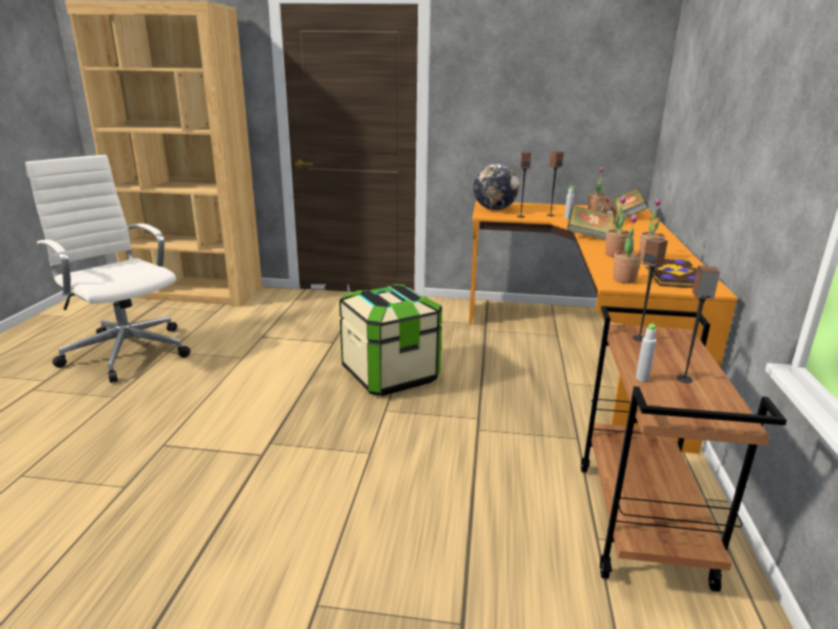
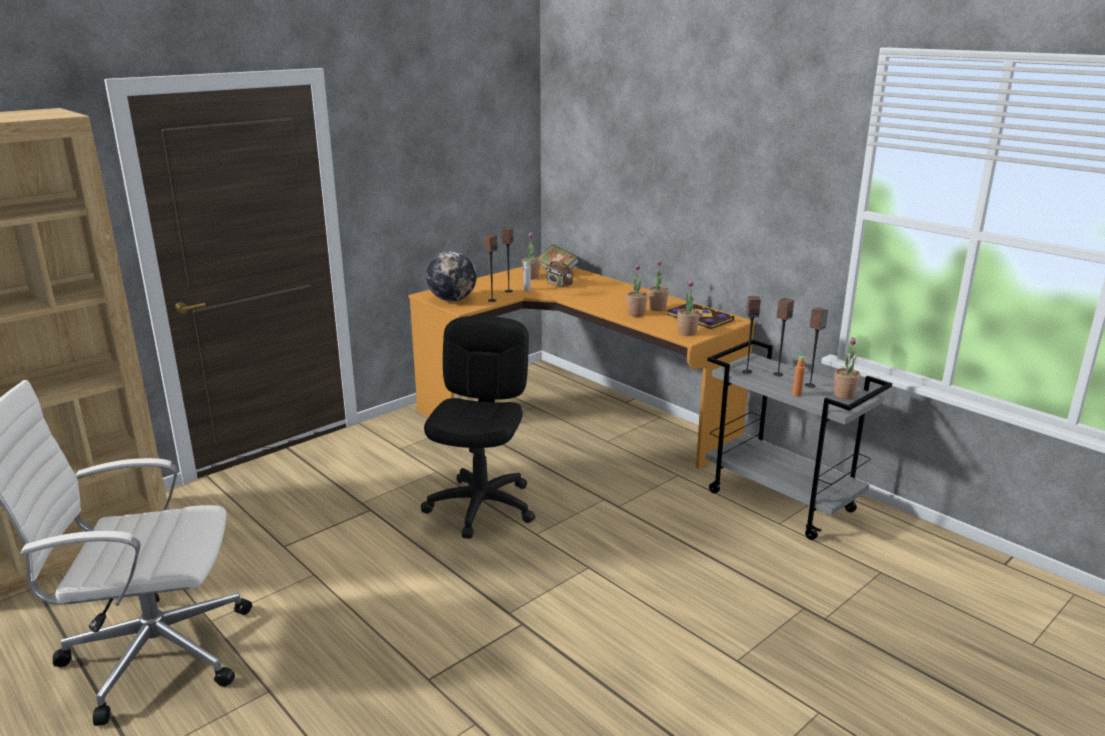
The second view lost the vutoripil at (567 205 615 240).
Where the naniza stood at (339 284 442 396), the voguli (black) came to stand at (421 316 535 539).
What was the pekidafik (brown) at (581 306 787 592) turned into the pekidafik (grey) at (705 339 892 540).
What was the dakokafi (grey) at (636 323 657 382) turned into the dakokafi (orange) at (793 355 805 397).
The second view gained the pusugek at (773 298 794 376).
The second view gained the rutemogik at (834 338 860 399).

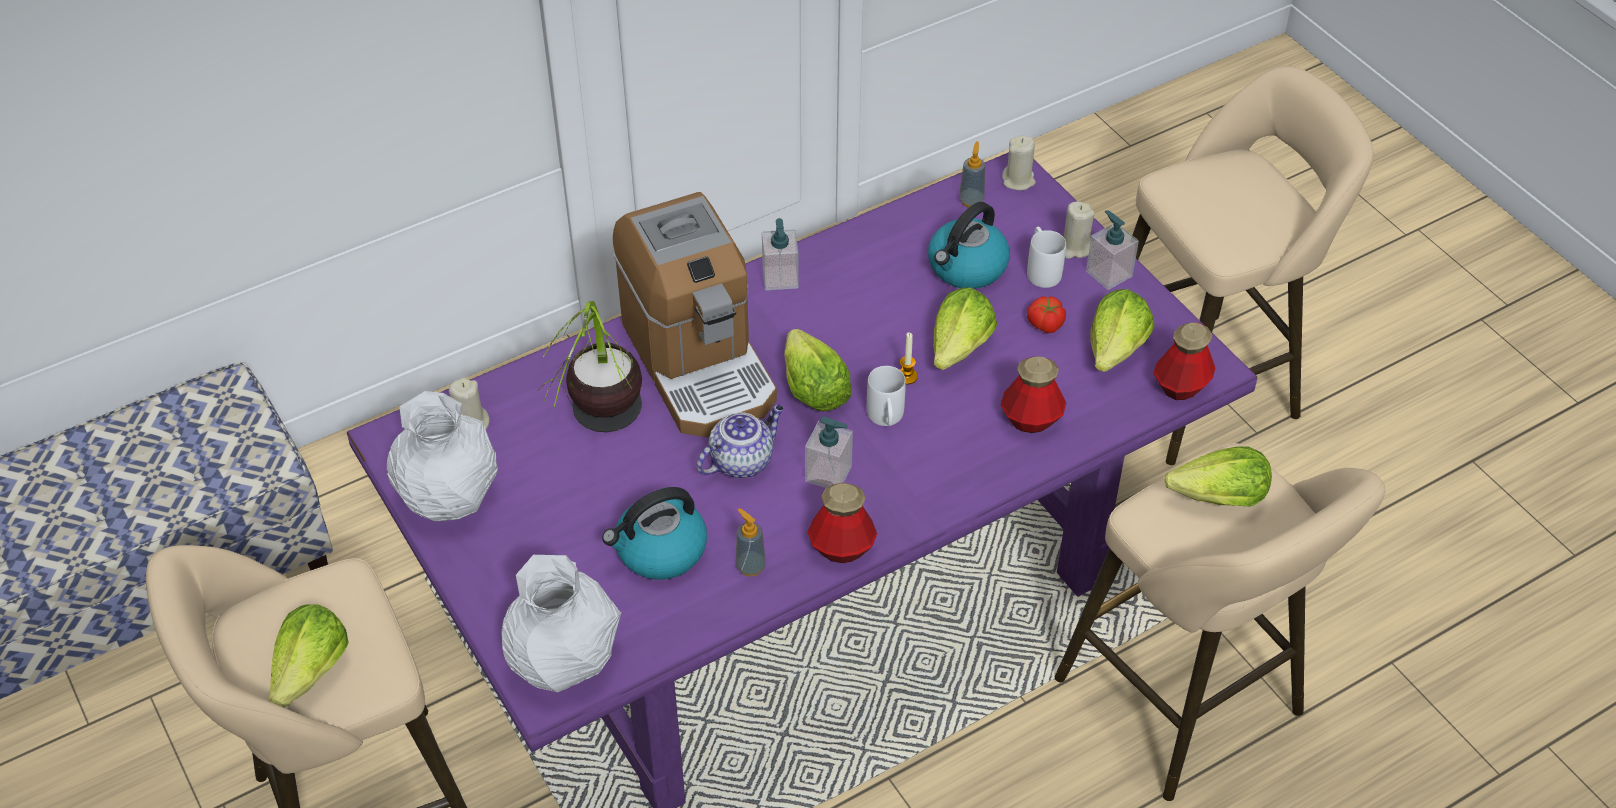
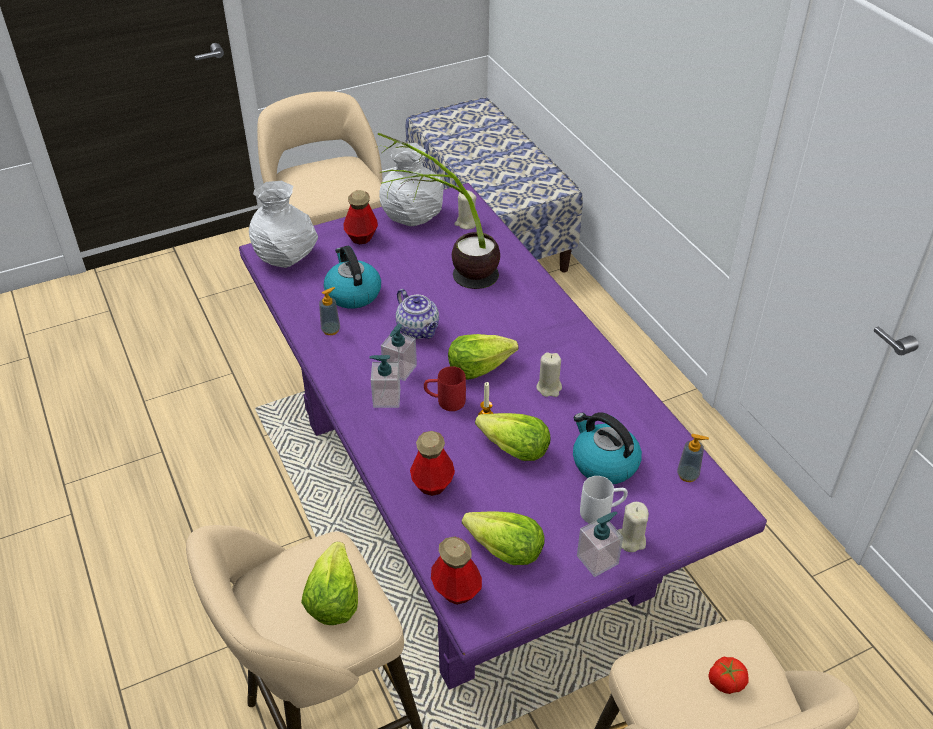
The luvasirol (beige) ended up elsewhere, having gone from (1002 135 1036 191) to (536 352 562 397).
The second view lost the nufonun at (613 192 777 437).
The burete ended up elsewhere, having gone from (762 218 799 291) to (370 355 400 408).
The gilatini ended up elsewhere, having gone from (1027 296 1066 333) to (708 657 749 694).
What was the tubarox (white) at (867 366 906 426) turned into the tubarox (red) at (424 366 466 411).
The dakokafi ended up elsewhere, having gone from (807 483 877 563) to (344 190 378 244).
The second view lost the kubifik at (268 604 349 707).

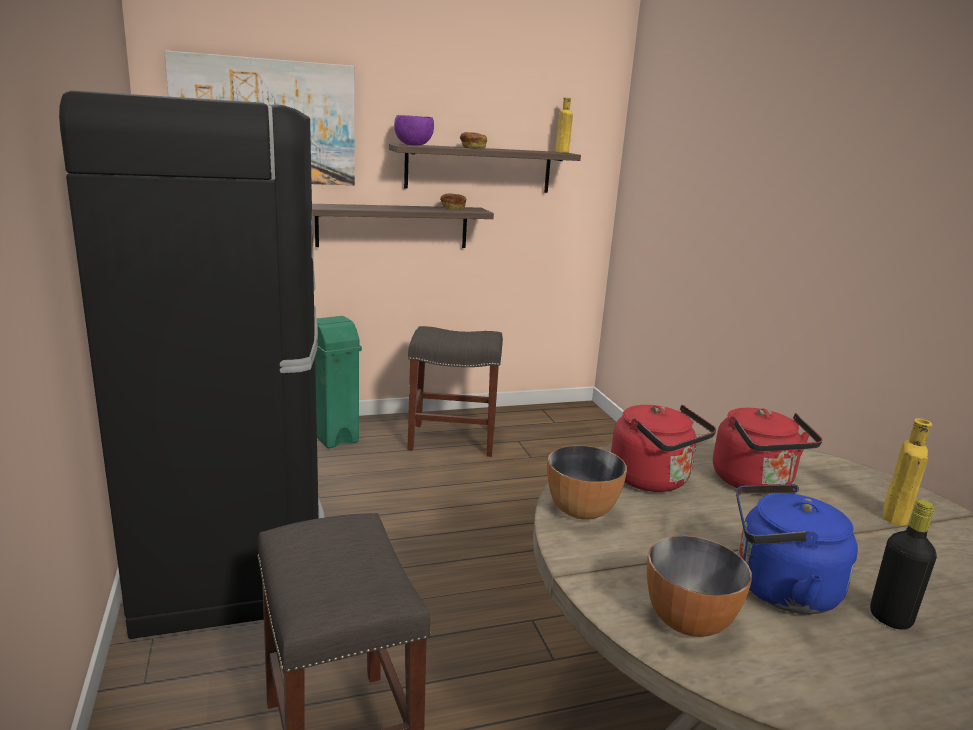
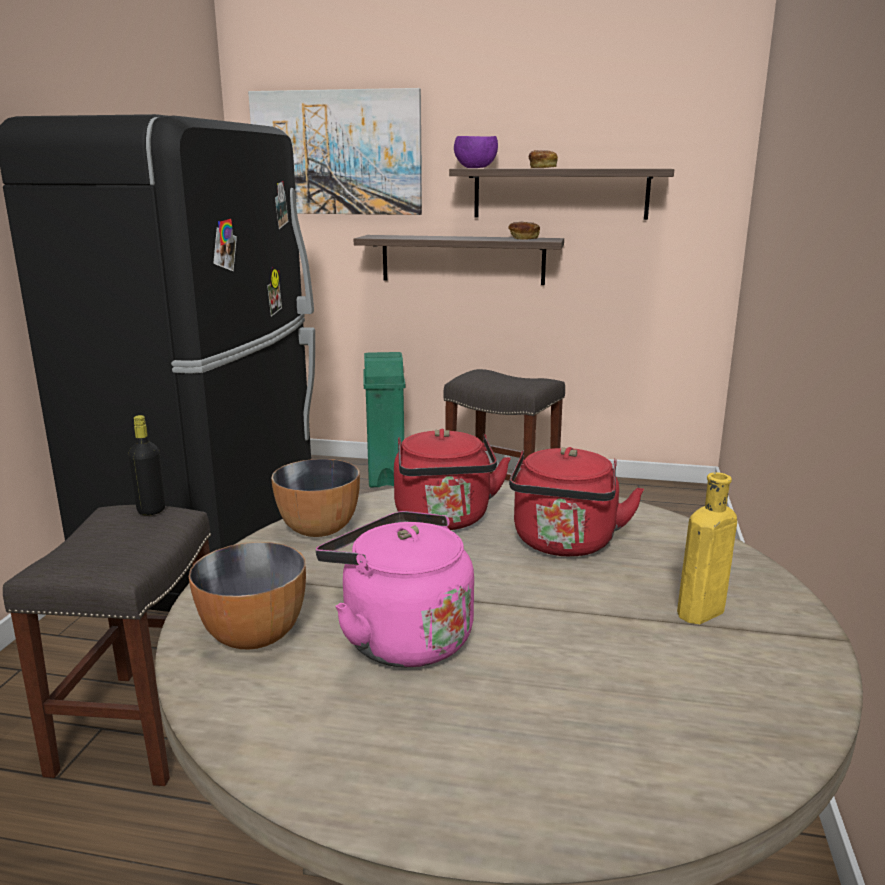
The second view lost the dakokafi (yellow) at (555 97 573 153).
What was the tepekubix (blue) at (736 484 858 614) turned into the tepekubix (pink) at (316 511 474 667).
The dakokafi (black) ended up elsewhere, having gone from (870 500 937 630) to (128 415 165 515).

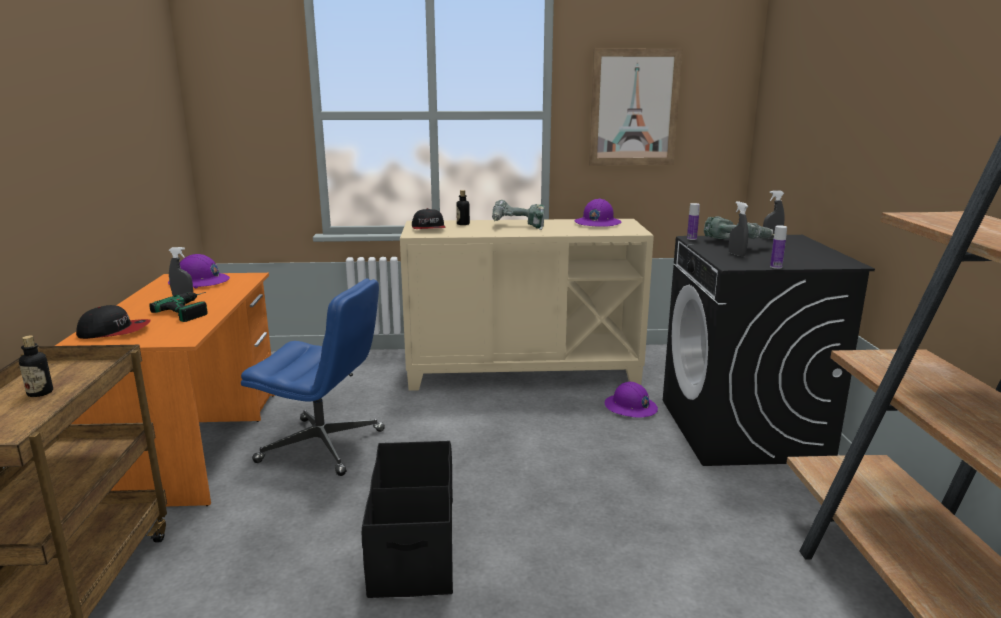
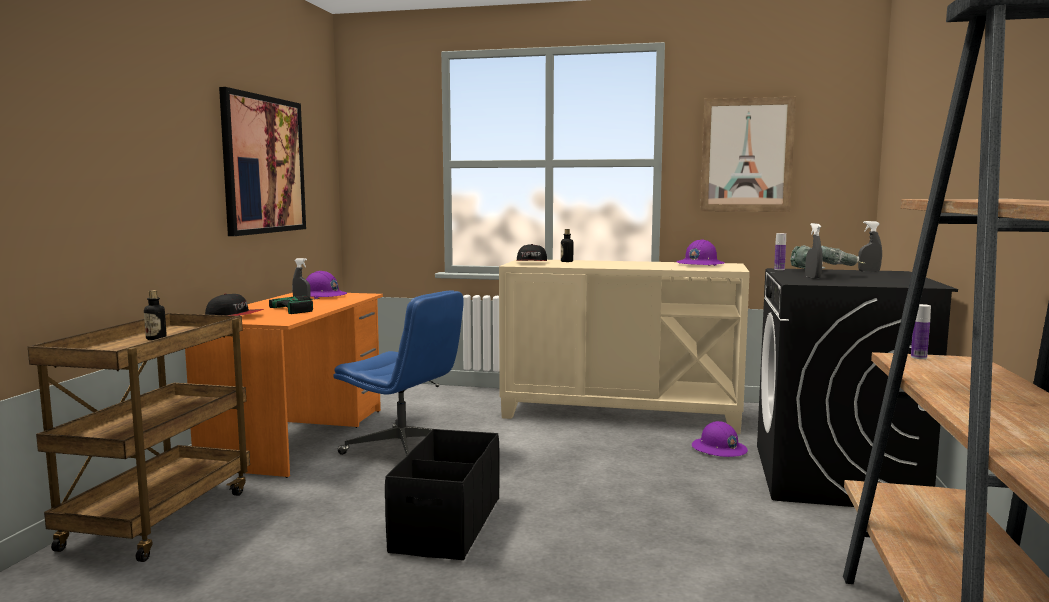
The second view lost the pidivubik at (492 200 544 230).
The dakokafi ended up elsewhere, having gone from (770 225 787 269) to (911 304 931 359).
The second view gained the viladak at (219 87 306 236).

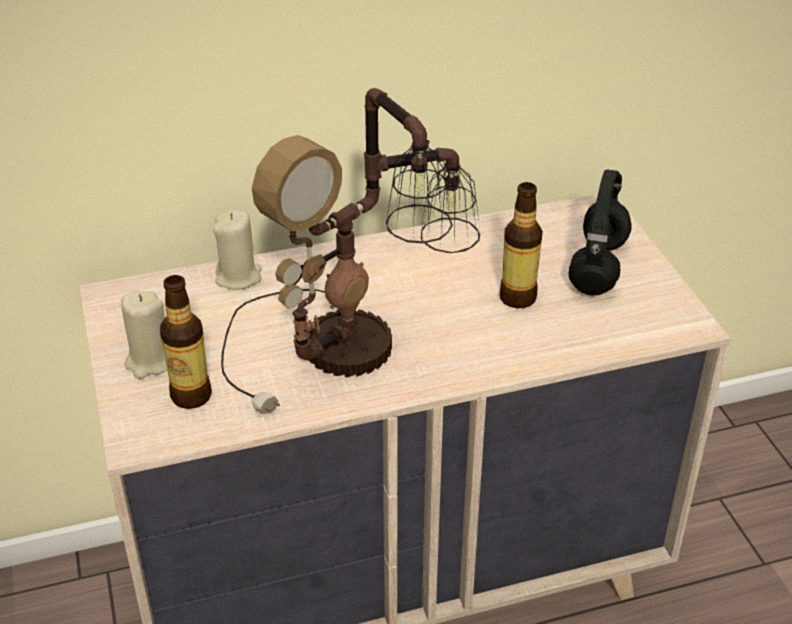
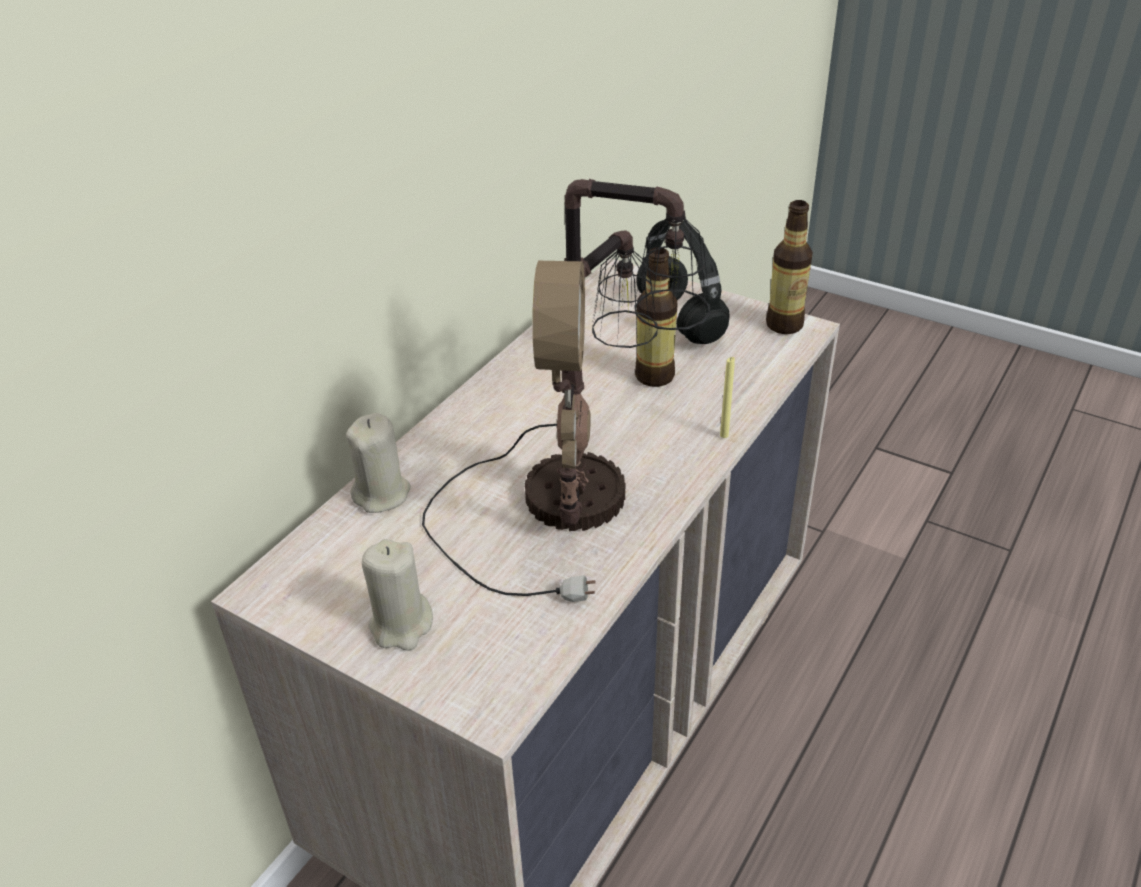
The dakokafi ended up elsewhere, having gone from (160 275 212 409) to (766 200 813 334).
The second view gained the luvasirol (yellow) at (720 357 735 438).

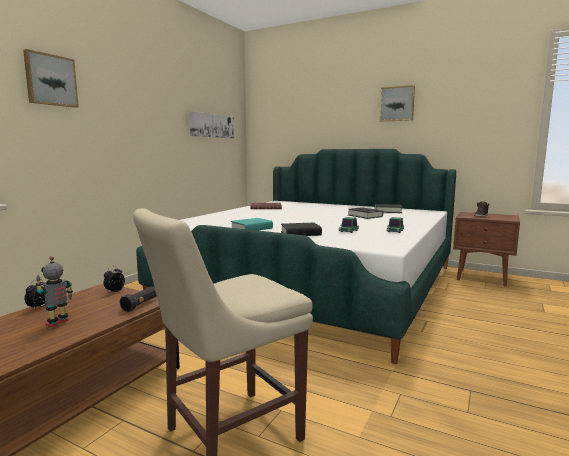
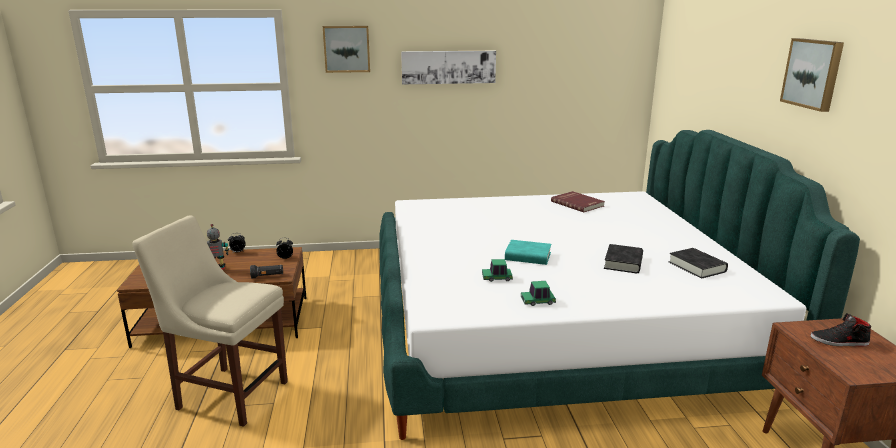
The viladak ended up elsewhere, having gone from (189 111 234 138) to (401 51 496 84).
The vutoripil (turquoise) ended up elsewhere, having gone from (231 218 273 230) to (505 240 551 265).
The second view lost the vutoripil (black) at (281 223 322 236).

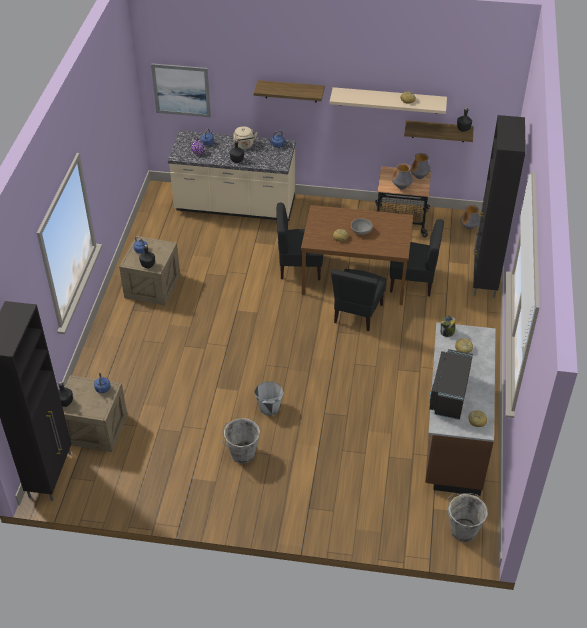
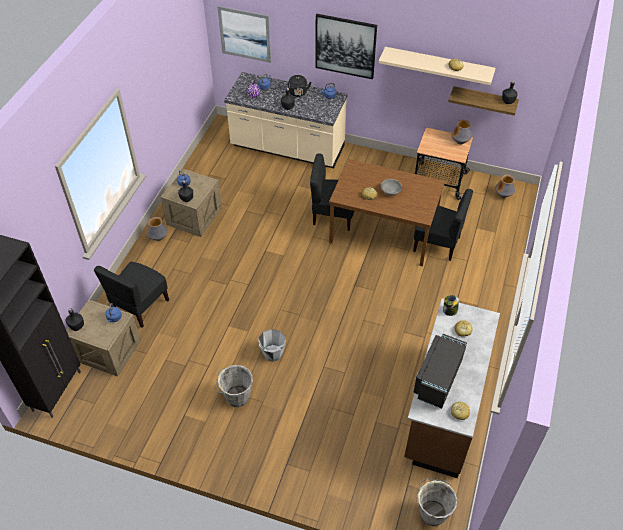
Where the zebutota hung at (254 80 325 103), the viladak came to hang at (315 14 377 79).
The second view lost the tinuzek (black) at (473 115 526 298).
What was the tepekubix (beige) at (233 126 258 149) turned into the tepekubix (black) at (288 75 311 97).
The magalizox ended up elsewhere, having gone from (392 163 413 190) to (147 217 168 241).
The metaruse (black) ended up elsewhere, having gone from (331 269 386 331) to (94 261 169 328).

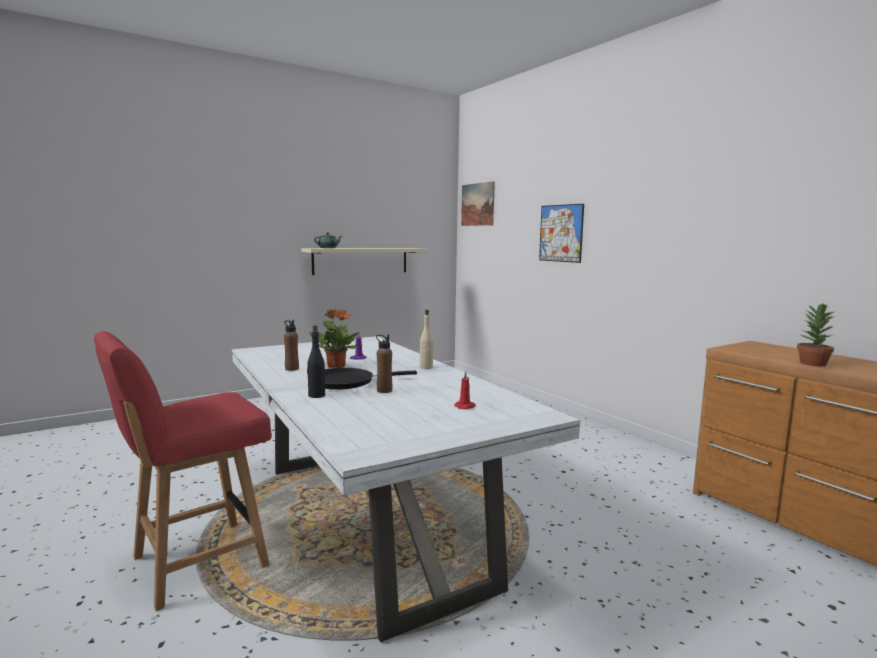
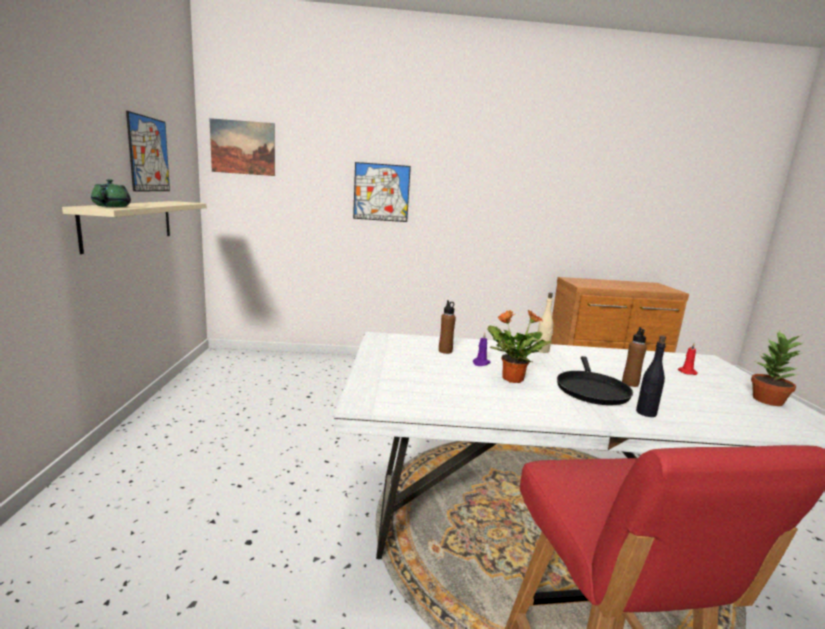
The rutemogik ended up elsewhere, having gone from (797 304 835 366) to (751 331 804 406).
The dakokafi (brown) ended up elsewhere, having gone from (284 320 299 371) to (439 300 456 354).
The second view gained the viladak at (126 111 170 191).

